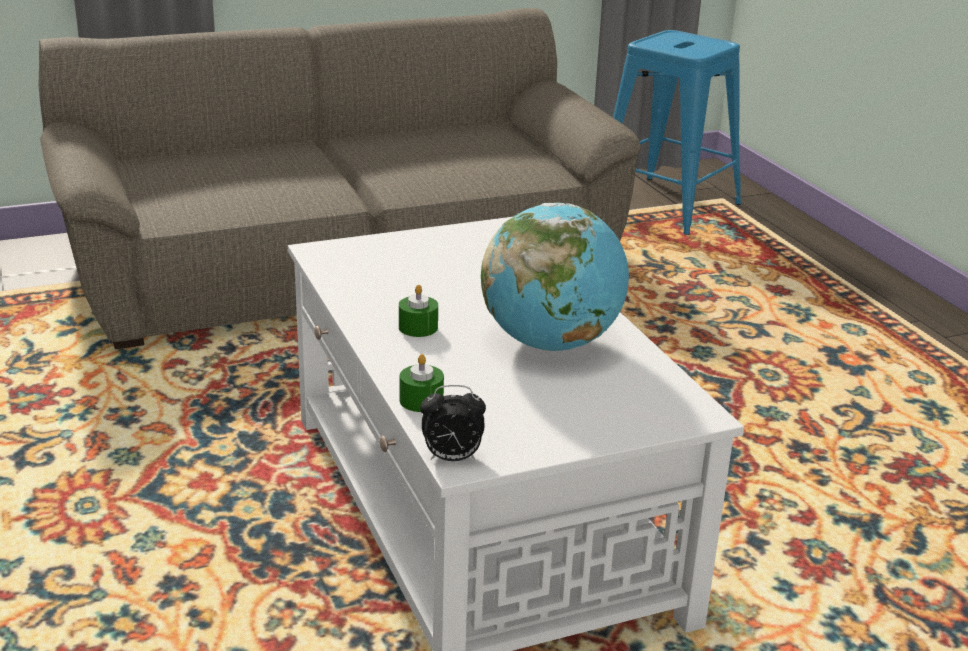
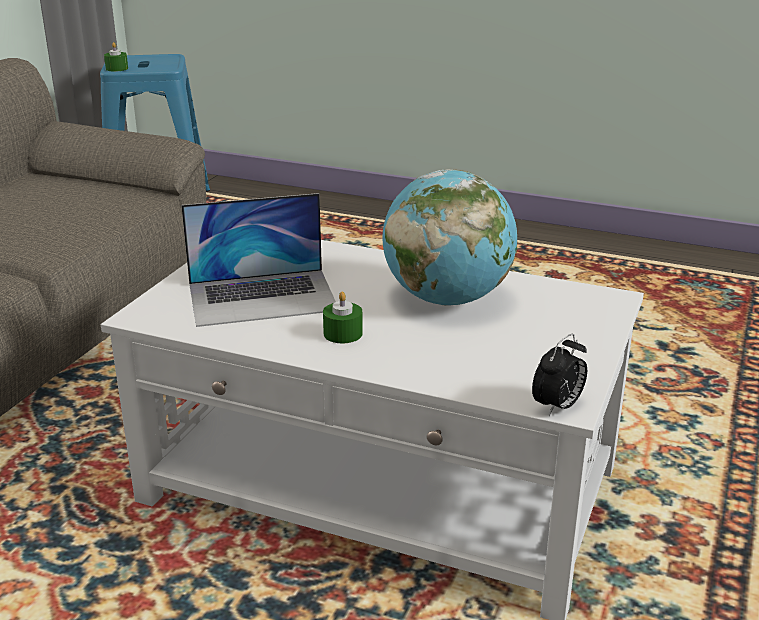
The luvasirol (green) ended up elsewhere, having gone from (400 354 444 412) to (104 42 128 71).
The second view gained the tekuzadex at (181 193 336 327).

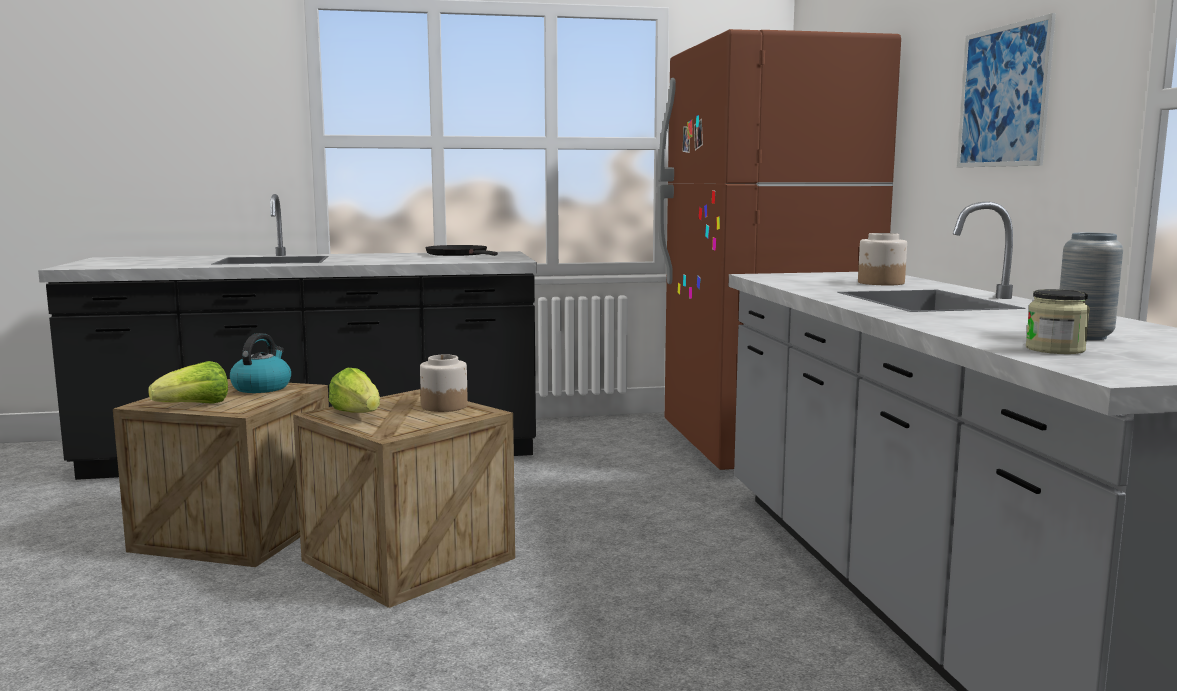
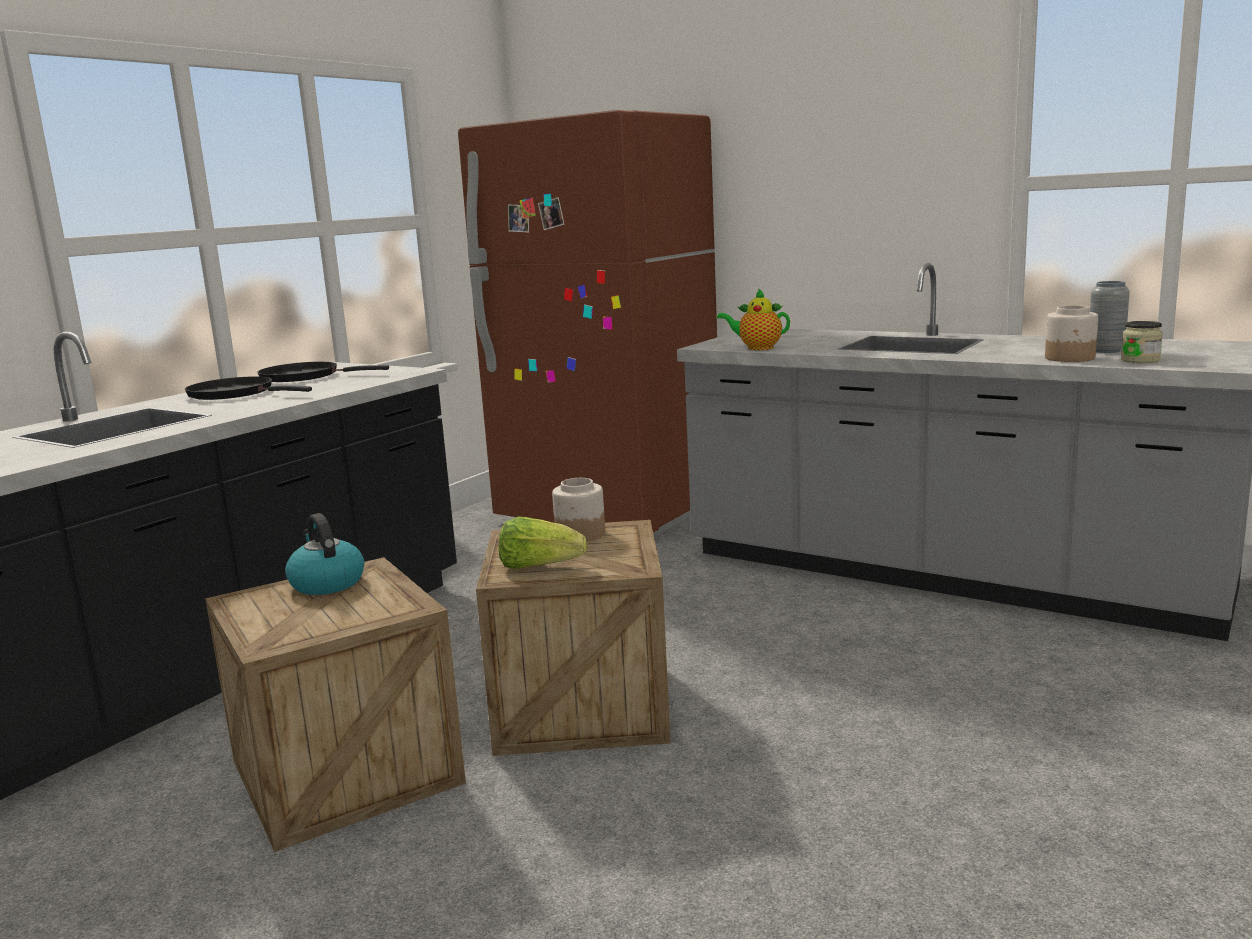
The second view lost the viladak at (957 13 1056 167).
The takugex ended up elsewhere, having gone from (858 233 907 285) to (1045 306 1098 362).
The second view lost the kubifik at (148 361 228 403).
The second view gained the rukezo at (717 288 790 350).
The second view gained the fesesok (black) at (185 376 312 400).

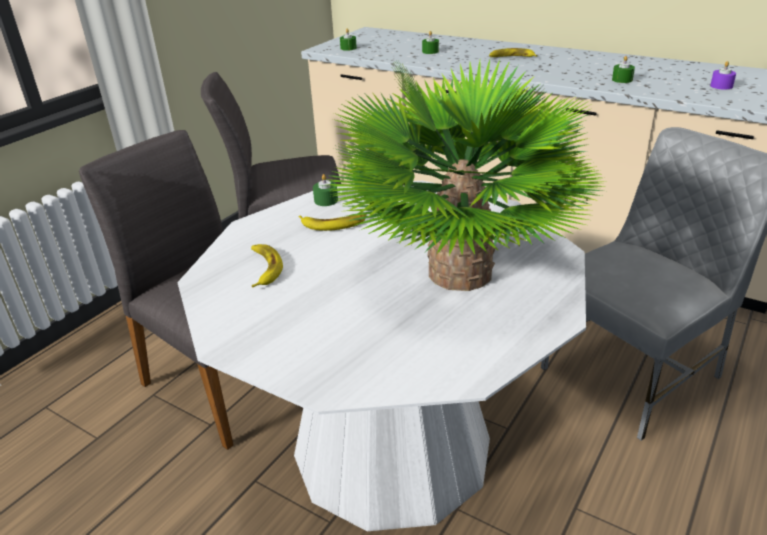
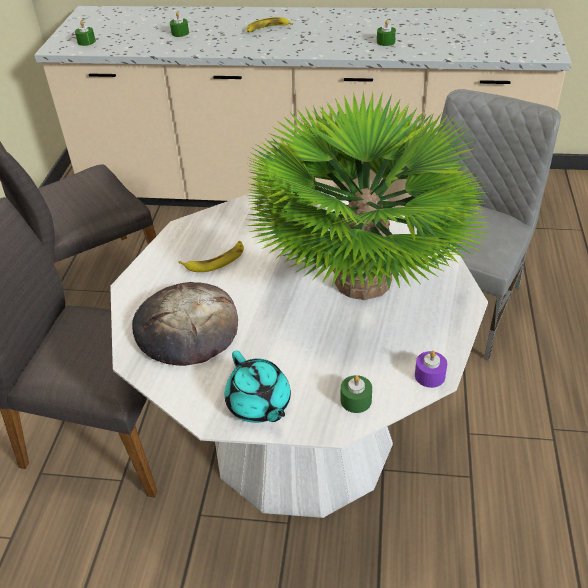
The luvasirol (purple) ended up elsewhere, having gone from (710 61 736 90) to (415 351 447 388).
The luvasirol (green) ended up elsewhere, having gone from (313 174 338 206) to (341 375 372 413).
Where the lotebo stood at (251 244 283 287), the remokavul came to stand at (132 282 238 366).
The second view gained the rukezo (turquoise) at (225 350 291 423).

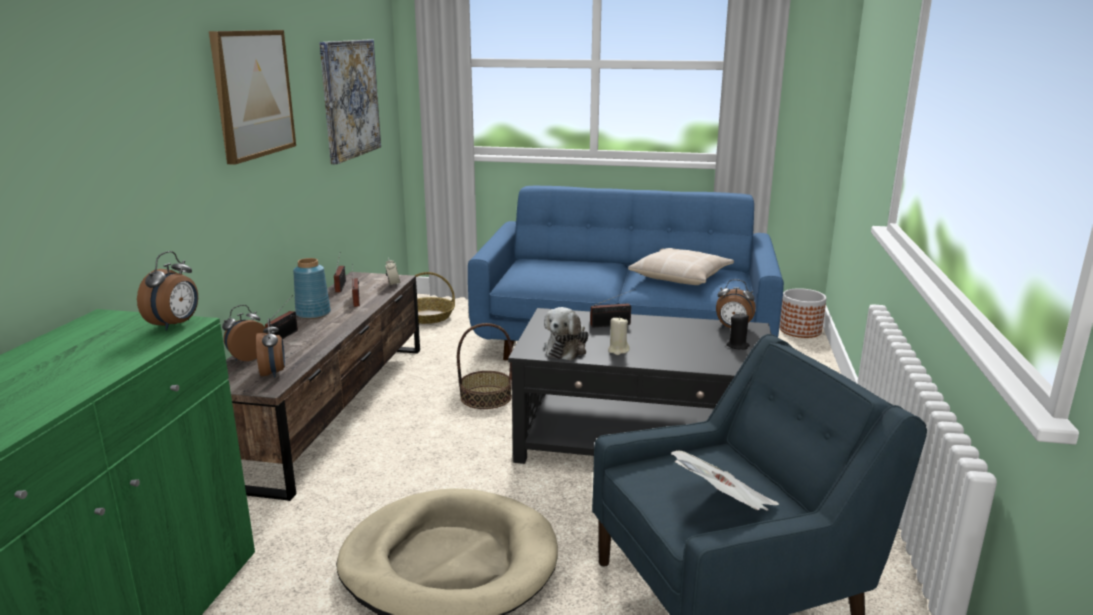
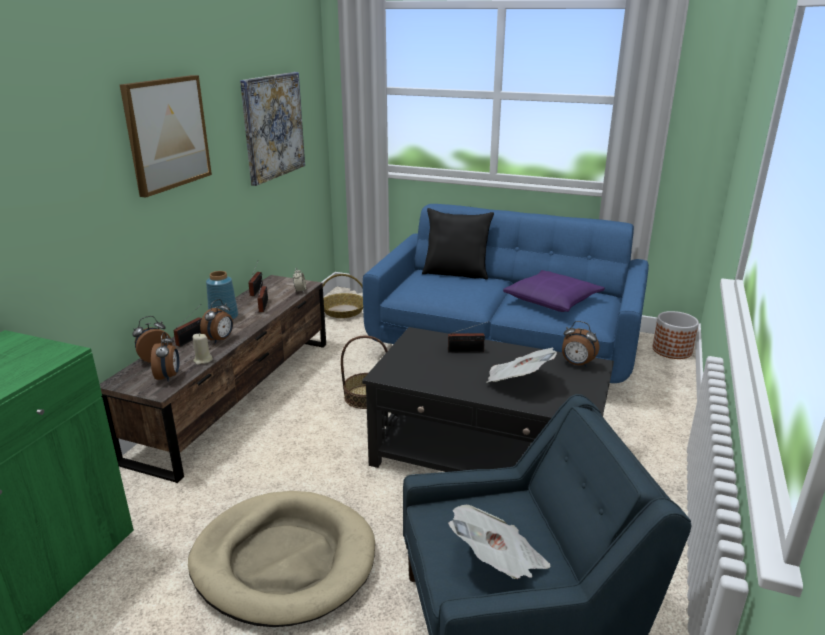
What was the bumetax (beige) at (628 248 734 285) turned into the bumetax (purple) at (503 270 605 312).
The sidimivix ended up elsewhere, having gone from (137 251 198 330) to (200 299 233 344).
The second view lost the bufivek at (544 307 589 361).
The second view lost the luvasirol (black) at (727 313 750 350).
The luvasirol (beige) ended up elsewhere, having gone from (608 317 630 355) to (193 334 213 365).
The second view gained the bumetax (black) at (422 208 494 279).
The second view gained the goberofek at (486 348 557 383).

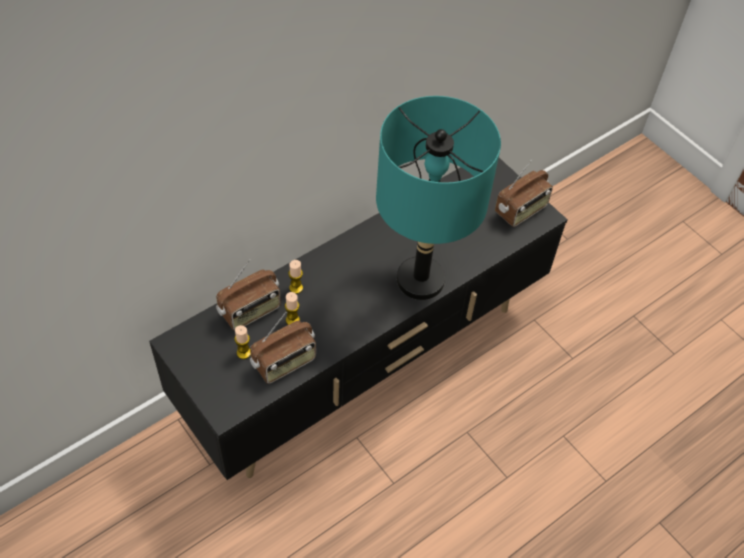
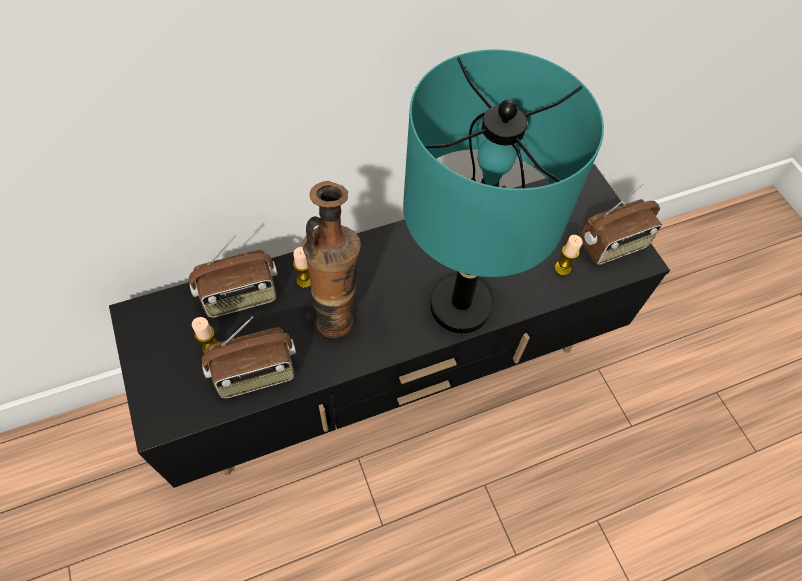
The luvasirol ended up elsewhere, having gone from (285 292 300 325) to (554 235 583 276).
The second view gained the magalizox at (303 181 361 338).

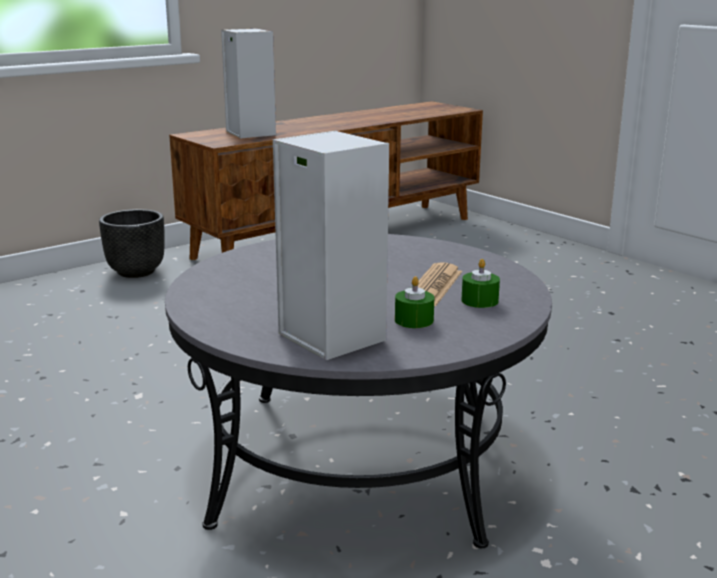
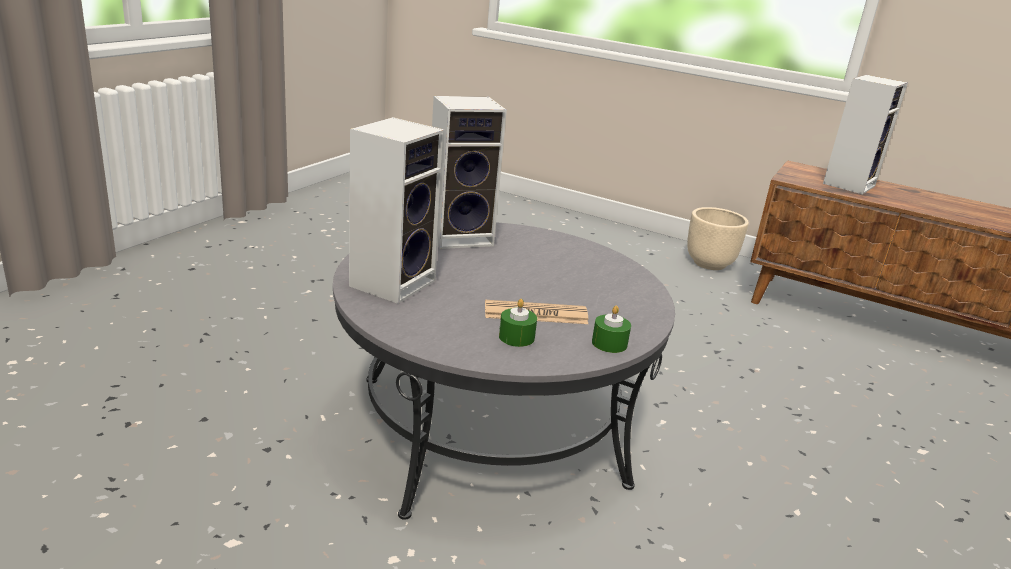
What was the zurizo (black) at (99 209 165 278) turned into the zurizo (beige) at (687 207 749 270).
The luvasirol (green) ended up elsewhere, having gone from (395 276 434 328) to (592 305 631 353).
The second view gained the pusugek at (432 96 507 249).

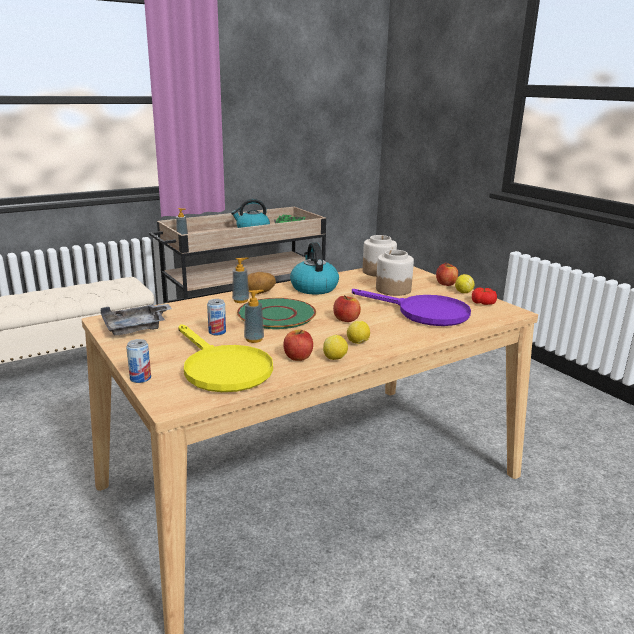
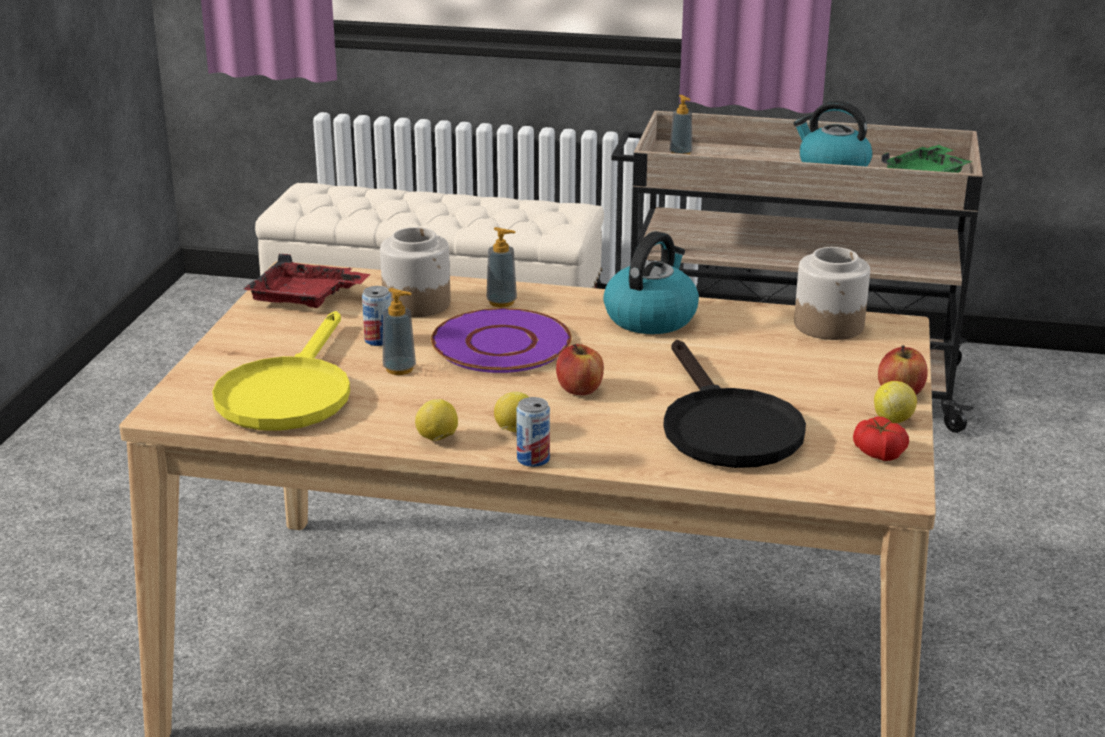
The takugex ended up elsewhere, having gone from (376 250 414 296) to (380 227 451 317).
The second view lost the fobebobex at (248 272 276 294).
What was the fesesok (purple) at (352 289 471 326) turned into the fesesok (black) at (663 340 806 468).
What was the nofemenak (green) at (237 298 316 329) turned into the nofemenak (purple) at (431 308 572 373).
What was the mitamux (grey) at (101 304 172 336) turned into the mitamux (red) at (243 254 370 308).
The second view lost the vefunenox at (283 330 313 361).
The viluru ended up elsewhere, having gone from (126 339 151 383) to (516 397 550 467).

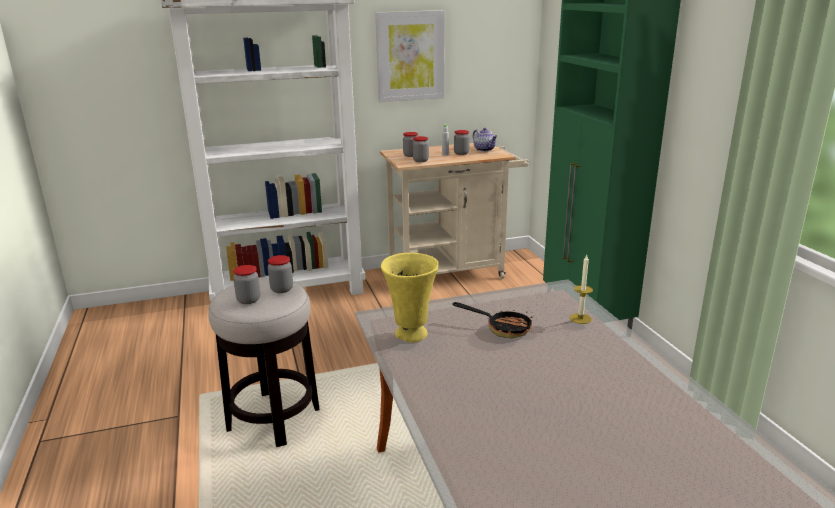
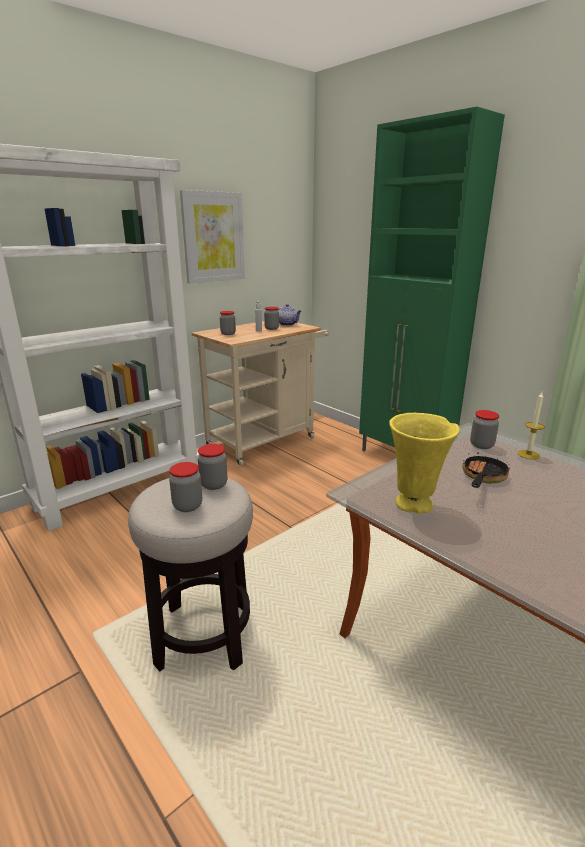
The takugex ended up elsewhere, having gone from (413 136 429 162) to (470 410 499 449).
The fesesok at (452 302 532 338) ended up facing another way, 60 degrees counterclockwise from before.

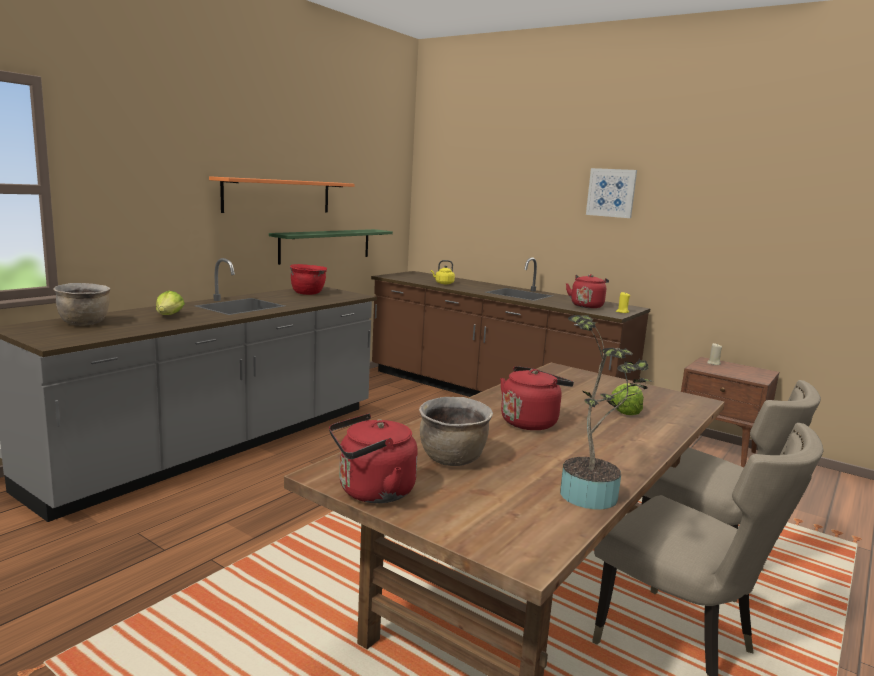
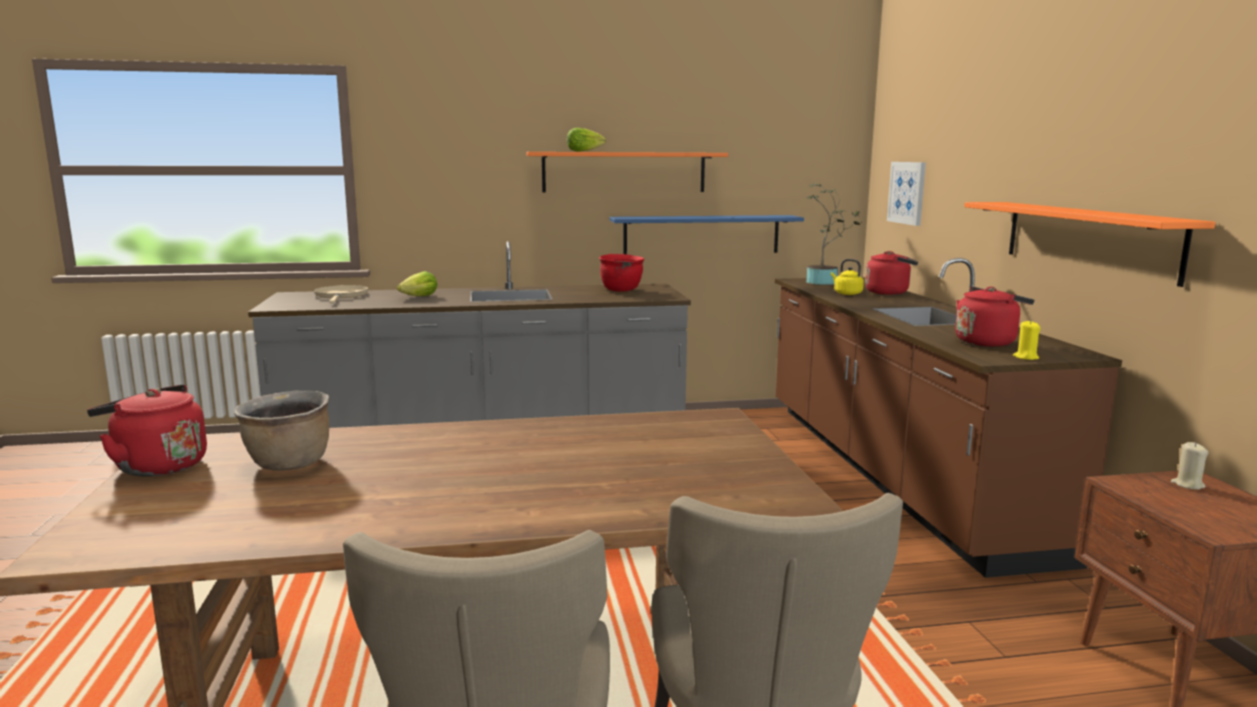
The viladak ended up elsewhere, having gone from (586 168 637 218) to (887 162 926 226).
What was the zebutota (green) at (269 229 393 265) turned into the zebutota (blue) at (609 215 804 255).
Where the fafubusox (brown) stood at (53 283 110 326), the fesesok (beige) came to stand at (314 285 369 303).
The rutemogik ended up elsewhere, having gone from (560 315 654 509) to (806 184 861 285).
The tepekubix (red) ended up elsewhere, having gone from (500 366 574 430) to (865 251 918 295).
The kubifik ended up elsewhere, having gone from (611 383 644 415) to (567 128 606 152).
The second view gained the zebutota (orange) at (964 202 1216 287).

